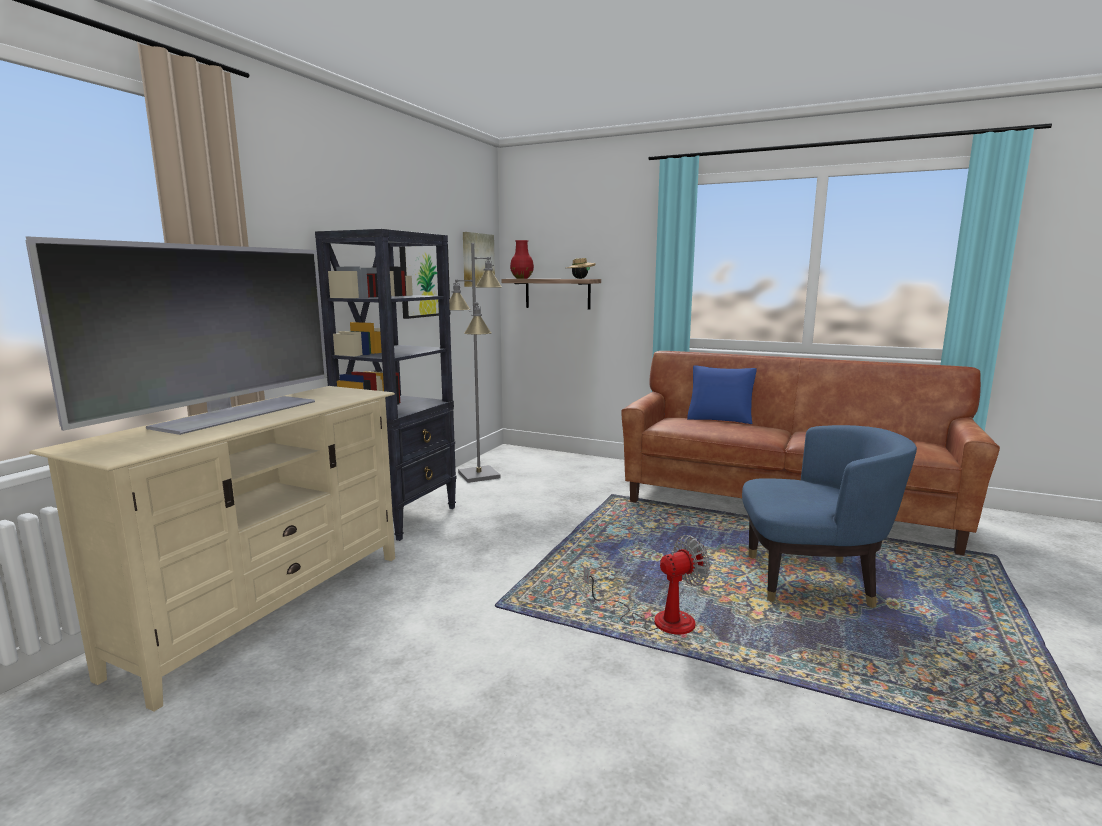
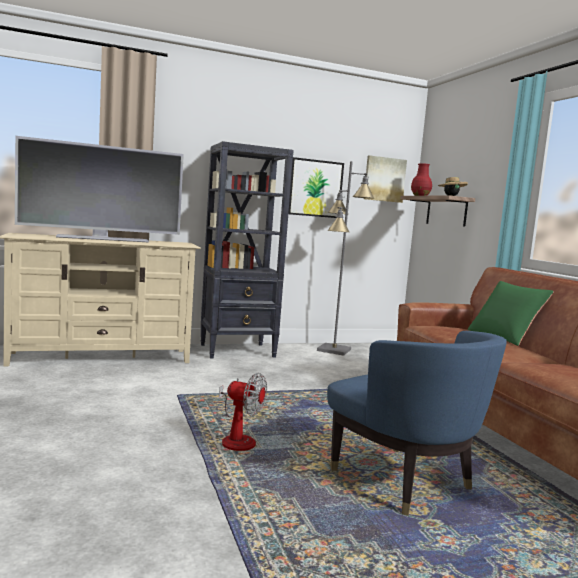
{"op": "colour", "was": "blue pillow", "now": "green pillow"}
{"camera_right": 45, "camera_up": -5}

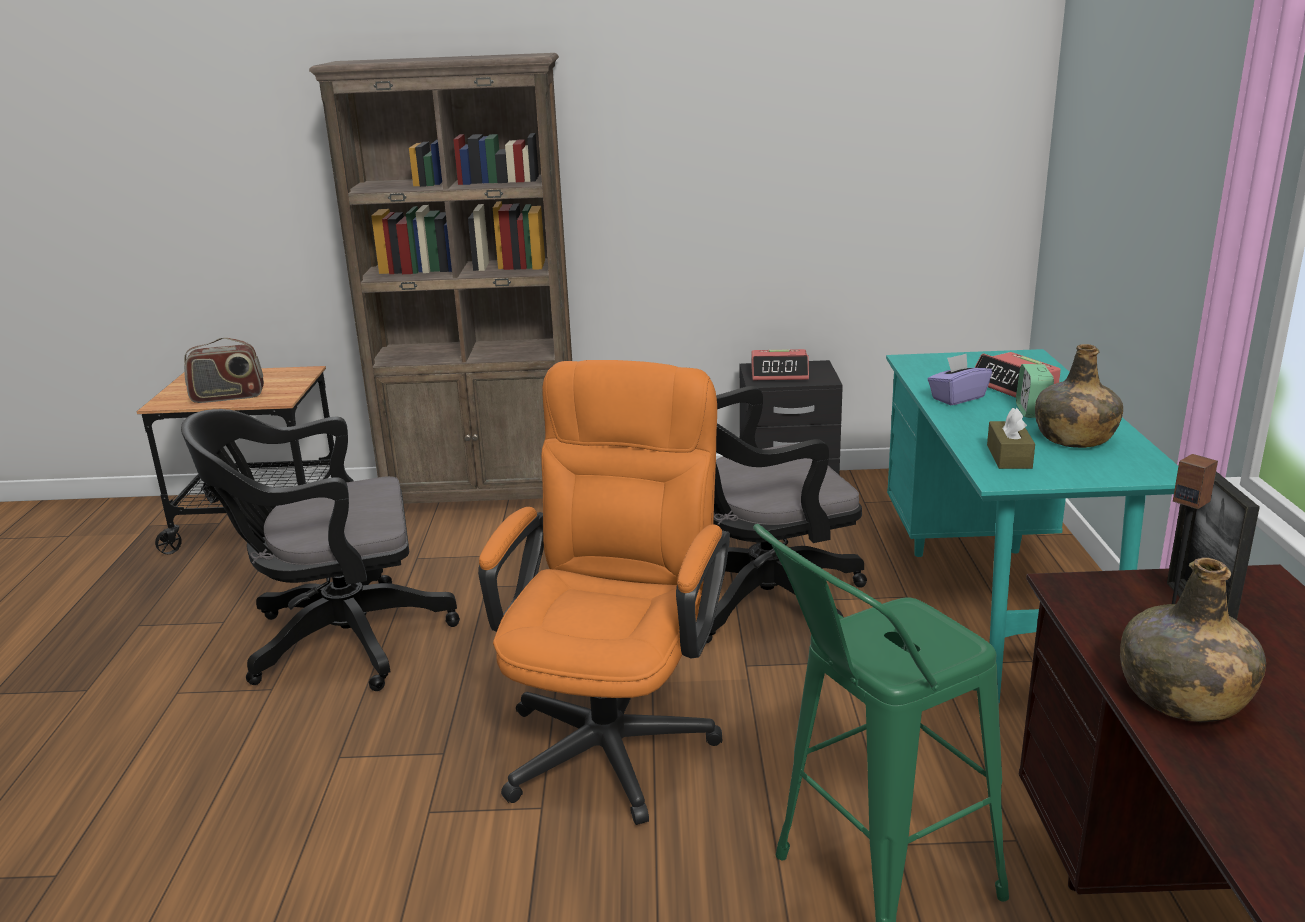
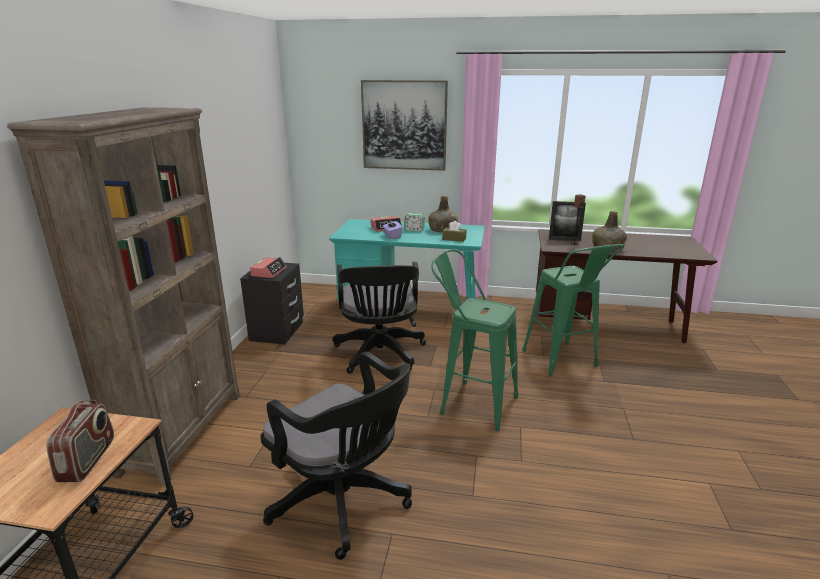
{"op": "exchanged", "was": "orange office chair", "now": "green stool (no. 1 from left)"}
{"op": "spun", "was": "black office chair (no. 1 from left)", "clockwise": -45}
{"op": "appeared", "now": "picture"}
{"camera_right": -80, "camera_up": 0}

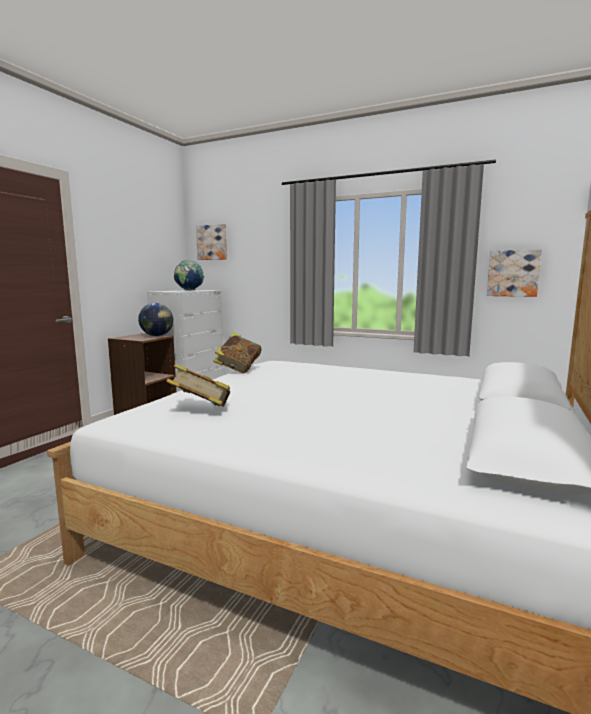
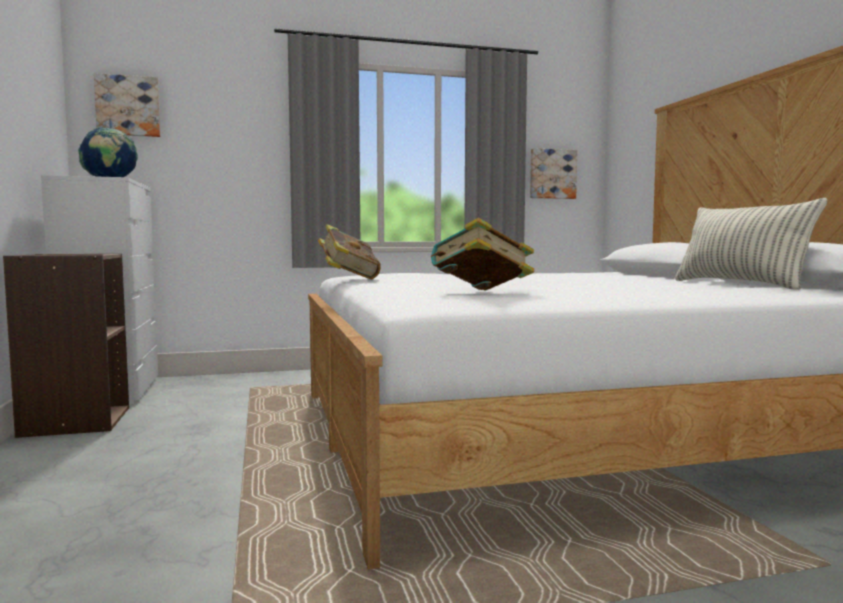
{"op": "missing", "was": "globe (no. 1 from left)"}
{"op": "appeared", "now": "pillow"}
{"camera_right": -40, "camera_up": -5}

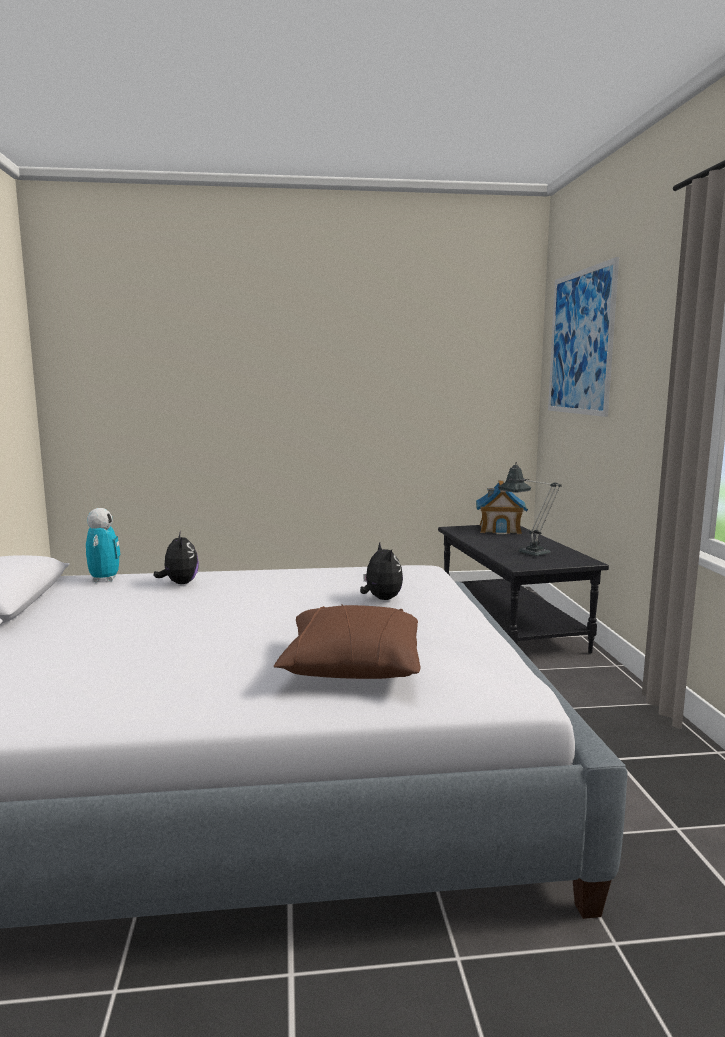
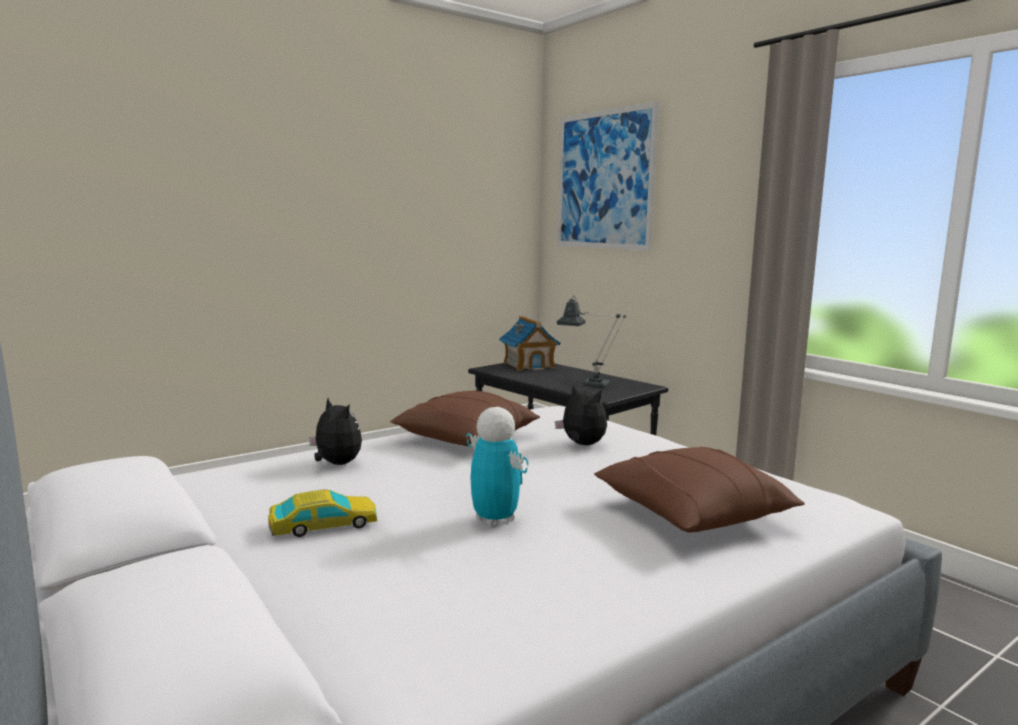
{"op": "relocated", "was": "toy robot"}
{"op": "appeared", "now": "brown pillow (no. 1 from left)"}
{"op": "appeared", "now": "toy car"}
{"camera_right": -30, "camera_up": 0}

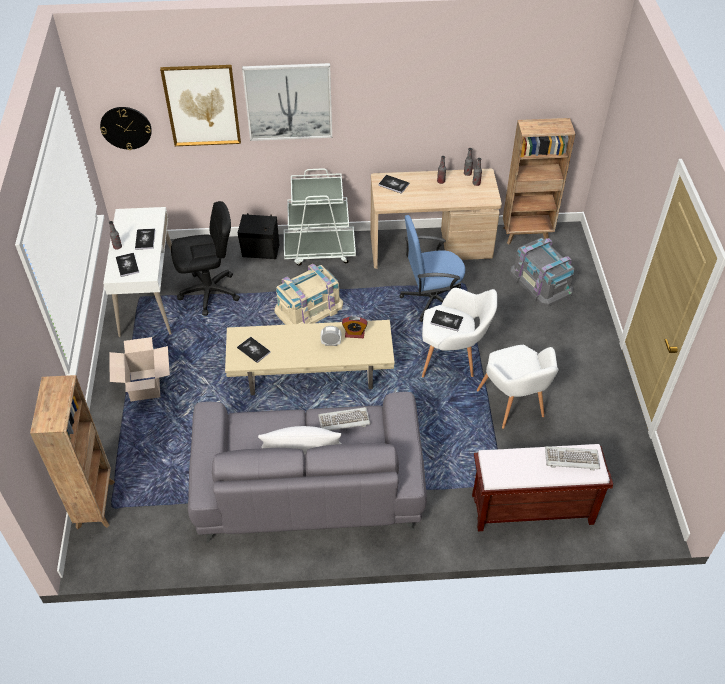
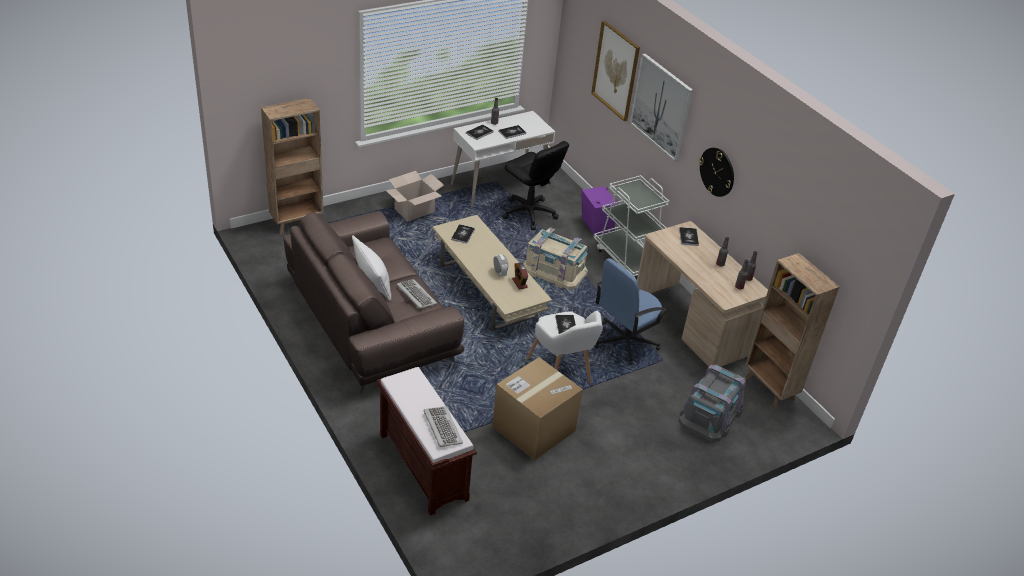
{"op": "relocated", "was": "wall clock"}
{"op": "colour", "was": "black speaker", "now": "purple speaker"}
{"op": "spun", "was": "blue office chair", "clockwise": -90}
{"op": "exchanged", "was": "white armchair (no. 2 from left)", "now": "cardboard box (no. 2 from left)"}
{"op": "colour", "was": "grey sofa", "now": "brown sofa"}
{"camera_right": 60, "camera_up": -10}

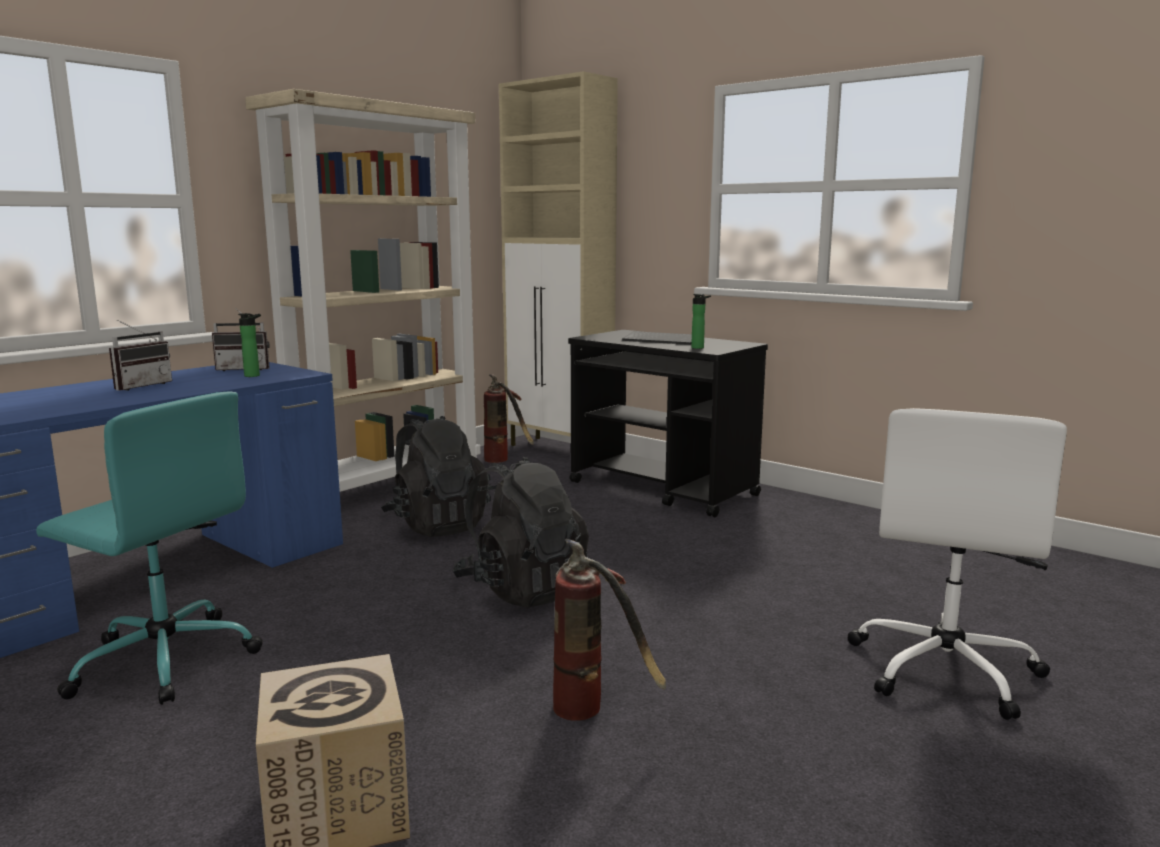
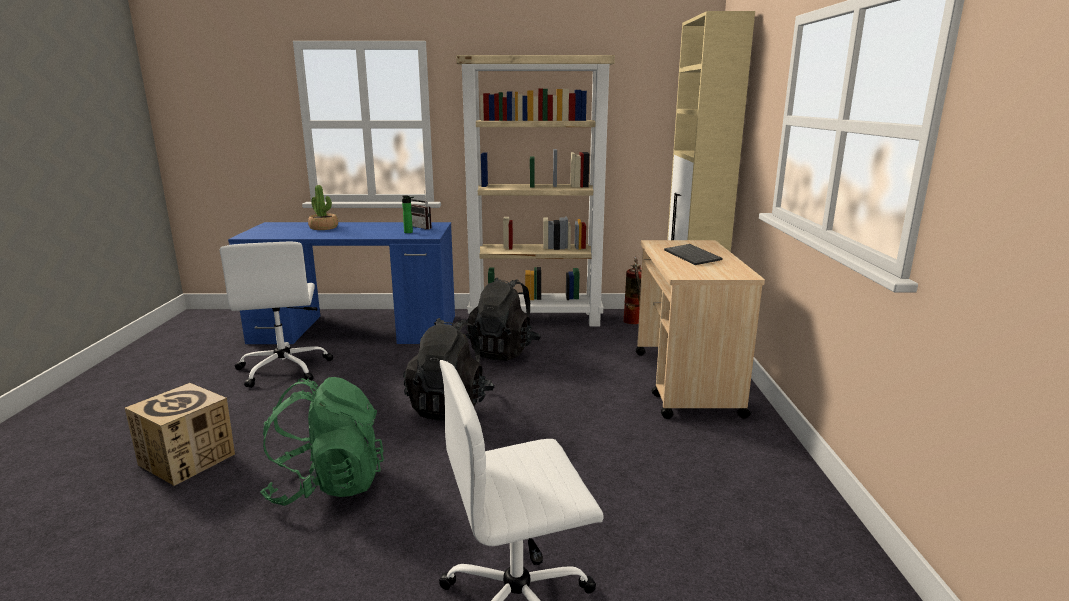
{"op": "missing", "was": "bottle (no. 2 from left)"}
{"op": "missing", "was": "radio (no. 1 from left)"}
{"op": "colour", "was": "black cart", "now": "beige cart"}
{"op": "colour", "was": "turquoise office chair", "now": "white office chair (no. 1 from left)"}
{"op": "exchanged", "was": "fire extinguisher (no. 2 from left)", "now": "green backpack"}
{"op": "appeared", "now": "potted plant"}
{"camera_right": 50, "camera_up": 5}

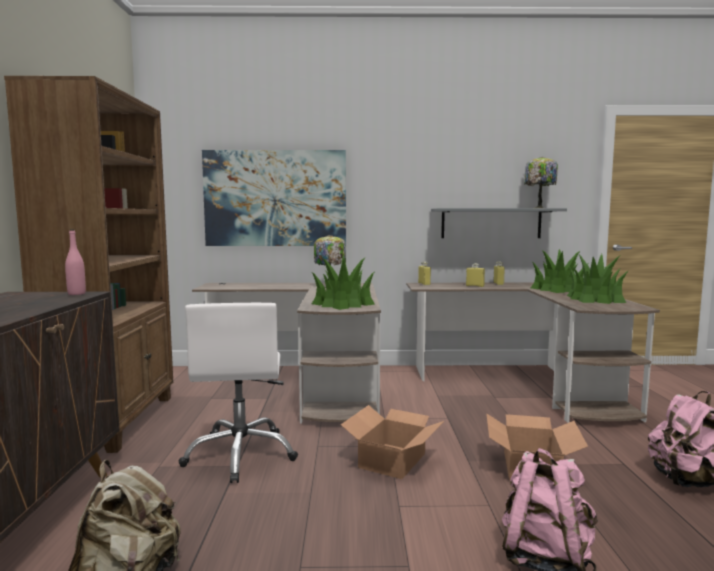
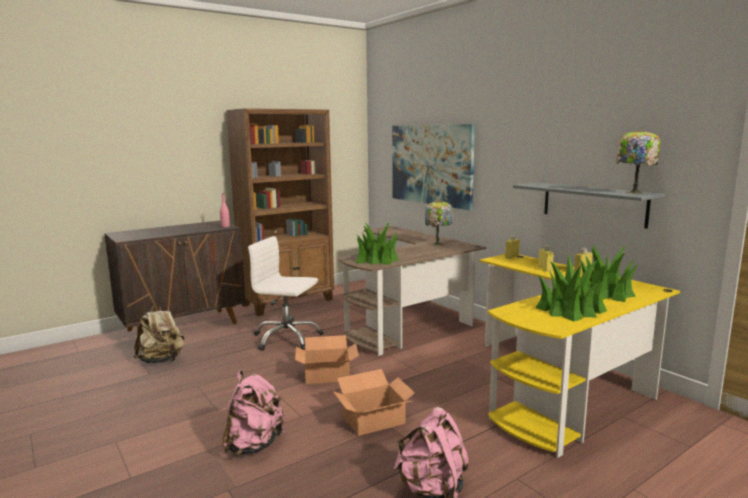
{"op": "colour", "was": "brown desk (no. 2 from left)", "now": "yellow desk"}
{"op": "spun", "was": "white office chair", "clockwise": 60}
{"camera_right": 55, "camera_up": 5}

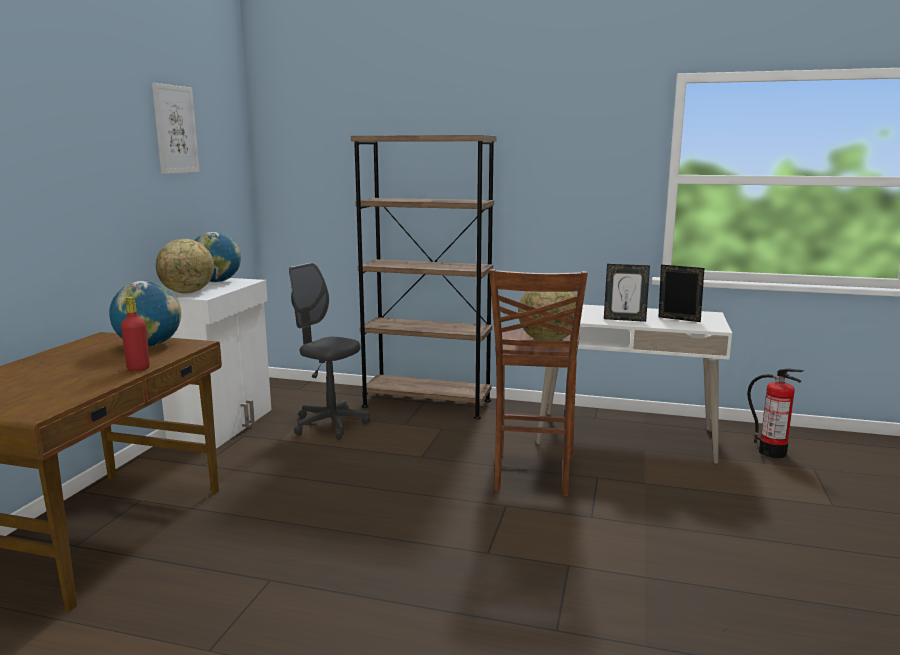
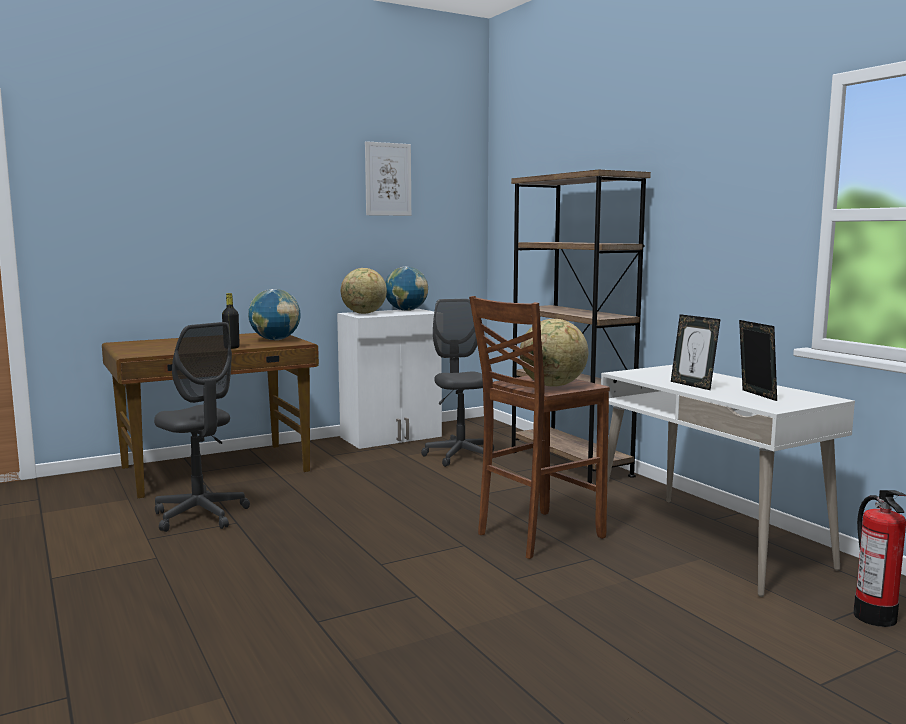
{"op": "colour", "was": "red bottle", "now": "black bottle"}
{"op": "appeared", "now": "grey office chair (no. 1 from left)"}
{"camera_right": 45, "camera_up": -5}

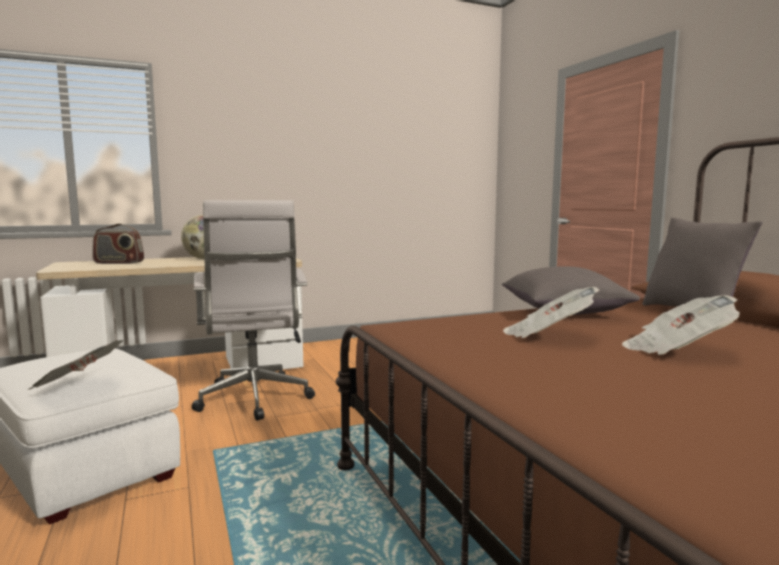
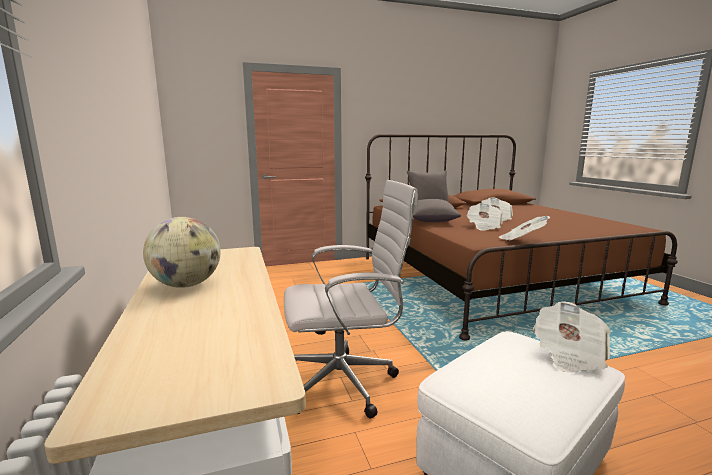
{"op": "missing", "was": "radio"}
{"op": "appeared", "now": "newspaper (no. 3 from left)"}
{"camera_right": -85, "camera_up": 5}

